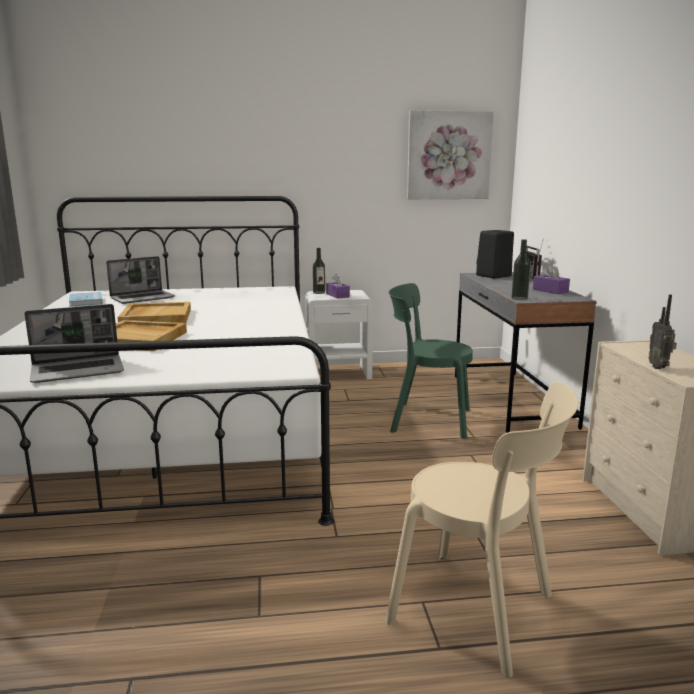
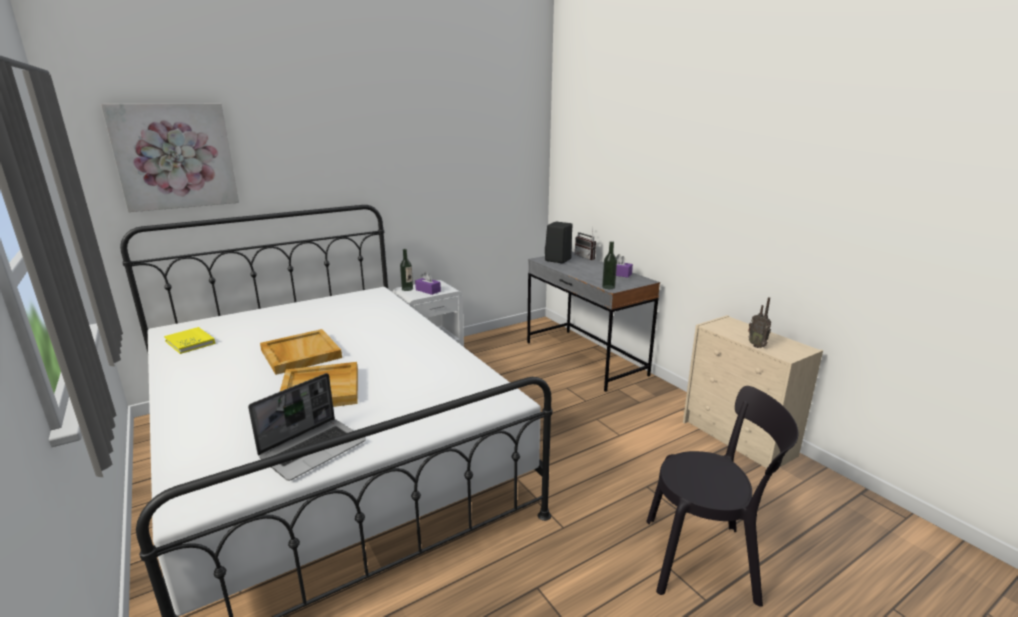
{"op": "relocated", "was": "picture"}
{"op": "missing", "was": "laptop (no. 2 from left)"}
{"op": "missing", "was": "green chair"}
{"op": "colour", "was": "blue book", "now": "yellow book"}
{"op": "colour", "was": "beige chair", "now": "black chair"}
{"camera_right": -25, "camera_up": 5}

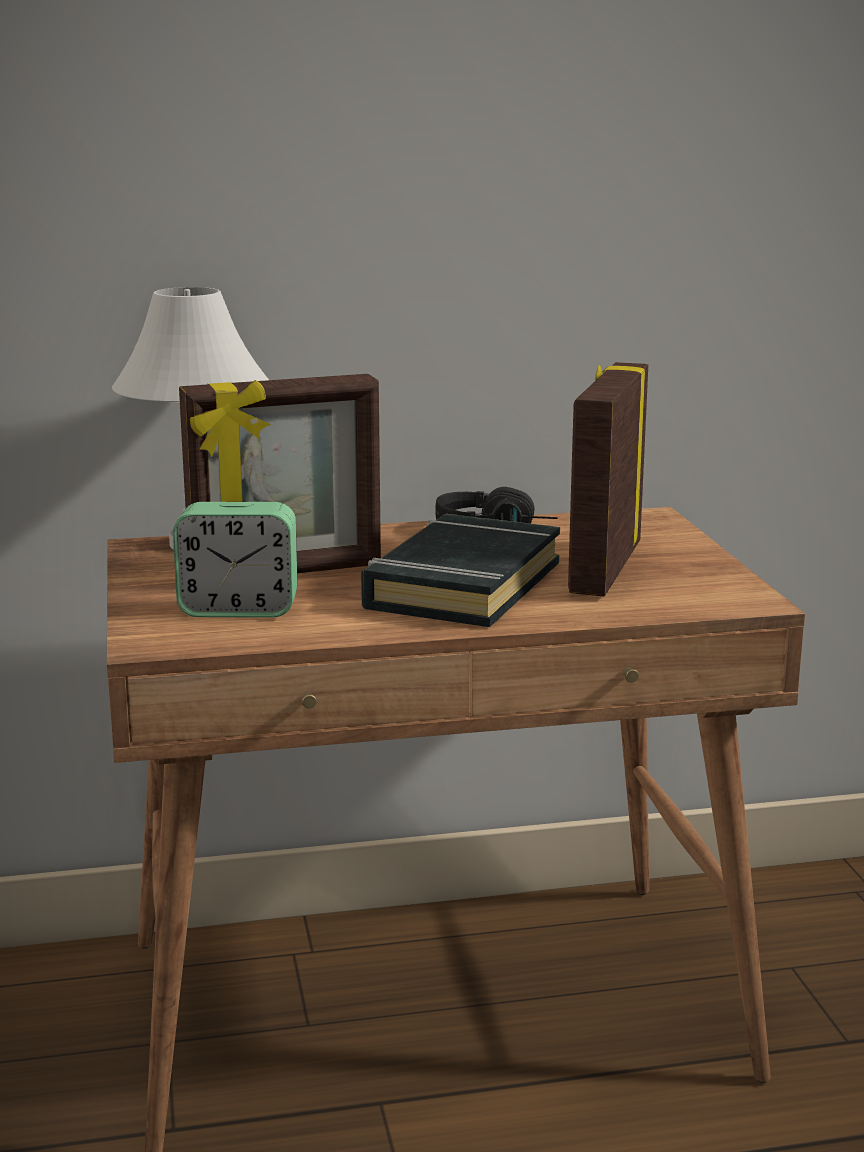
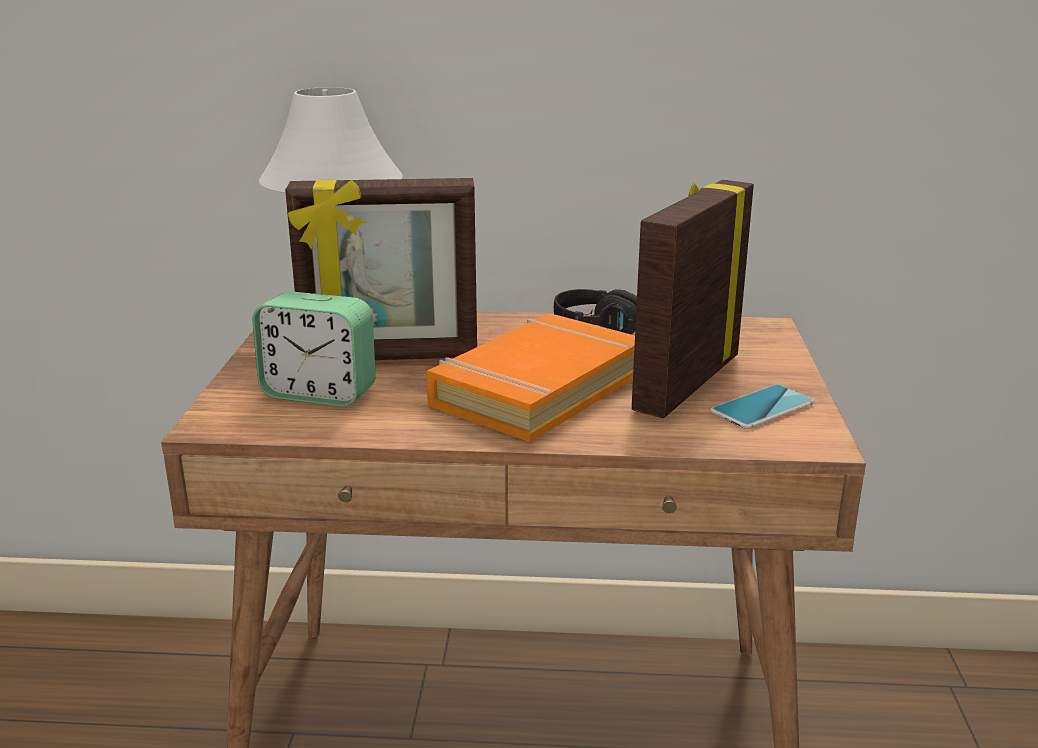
{"op": "colour", "was": "black book", "now": "orange book"}
{"op": "appeared", "now": "phone"}
{"camera_right": 15, "camera_up": 5}

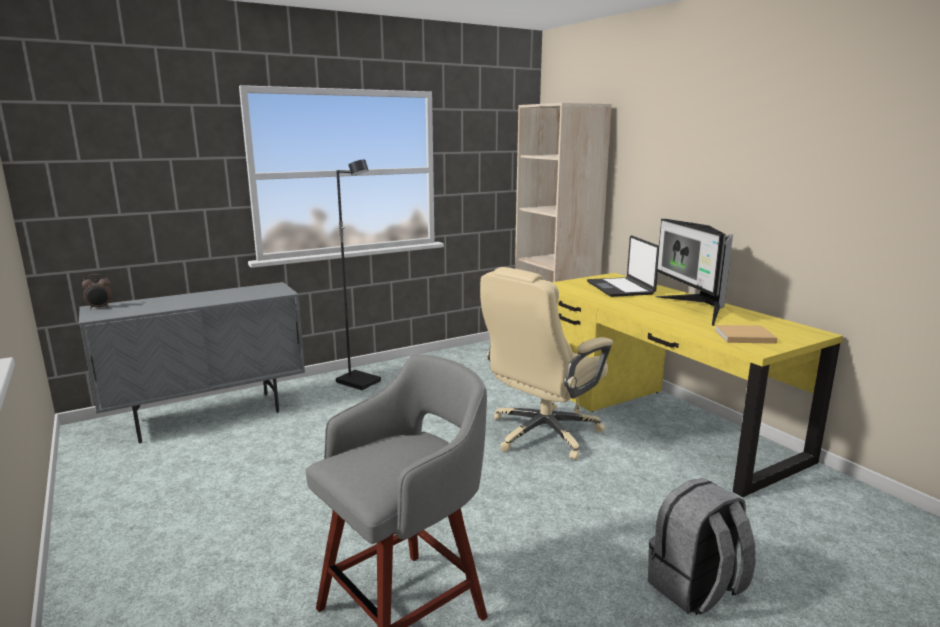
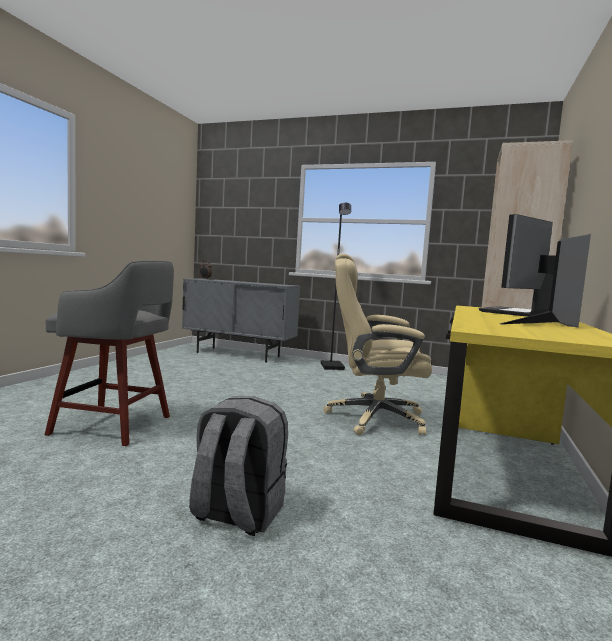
{"op": "missing", "was": "beige book"}
{"camera_right": 50, "camera_up": -10}

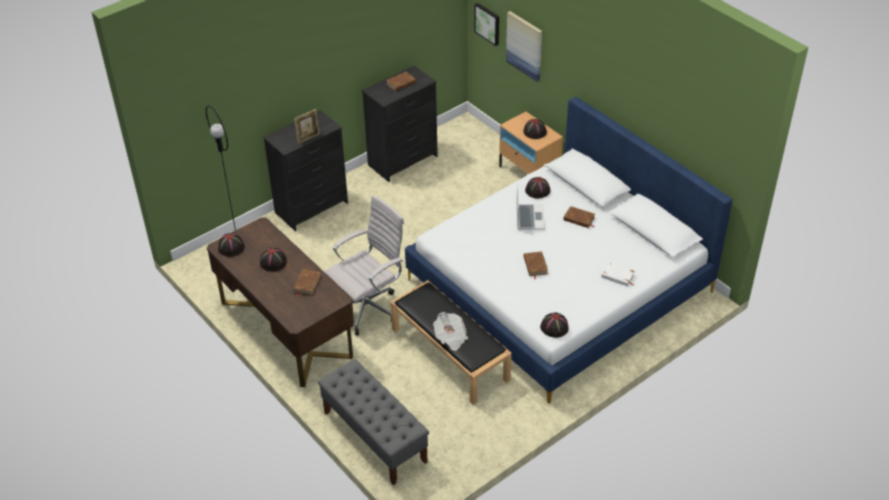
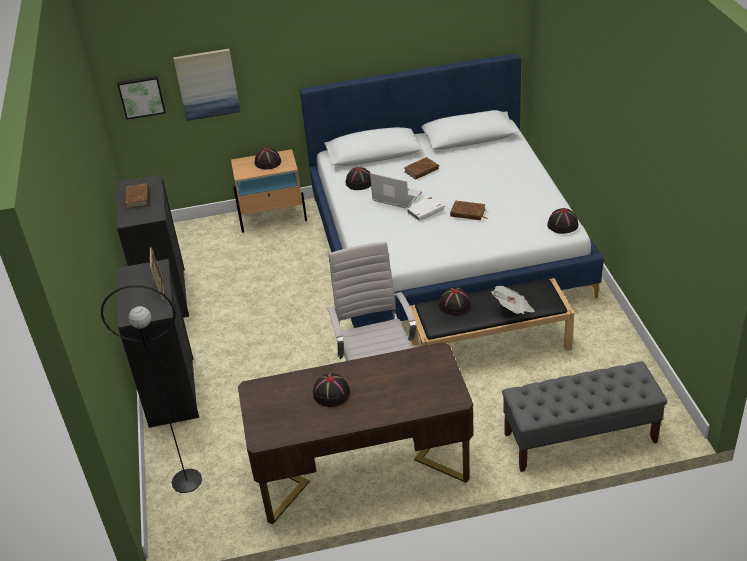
{"op": "relocated", "was": "black hat (no. 1 from left in the first image)", "now": "black hat (no. 4 from left)"}
{"op": "relocated", "was": "white book"}
{"op": "missing", "was": "brown book (no. 1 from left)"}
{"camera_right": -60, "camera_up": -5}

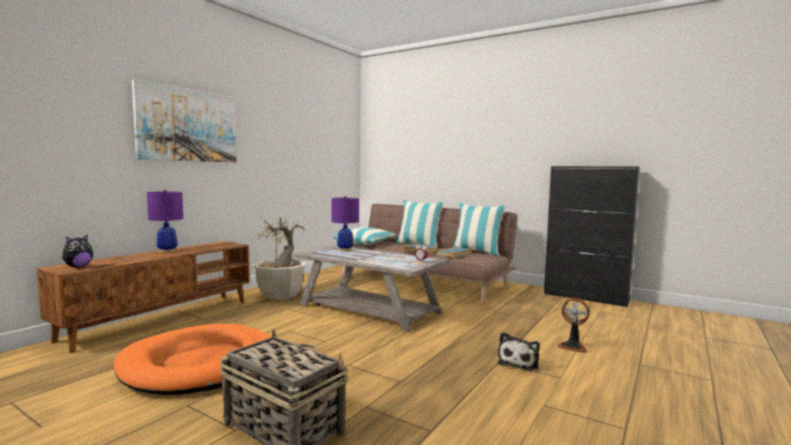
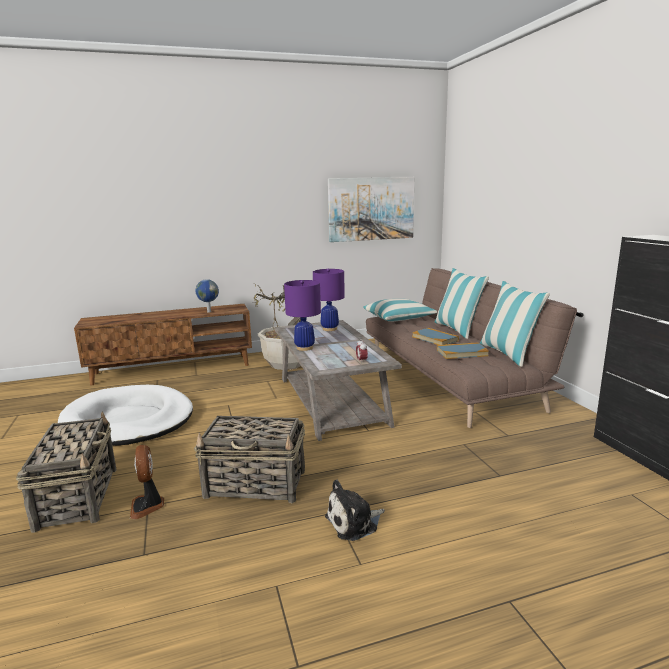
{"op": "relocated", "was": "picture"}
{"op": "relocated", "was": "purple table lamp (no. 1 from left)"}
{"op": "missing", "was": "plush toy (no. 1 from left)"}
{"op": "relocated", "was": "fan"}
{"op": "colour", "was": "orange dog bed", "now": "white dog bed"}
{"op": "appeared", "now": "globe"}
{"op": "appeared", "now": "basket (no. 2 from left)"}
{"camera_right": 40, "camera_up": 10}

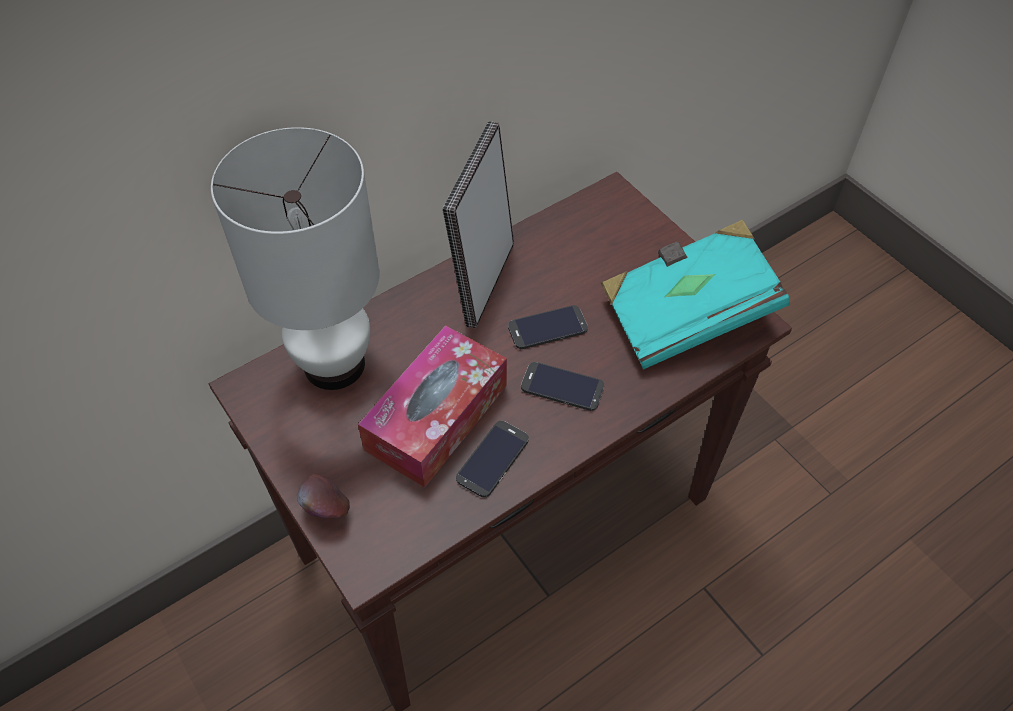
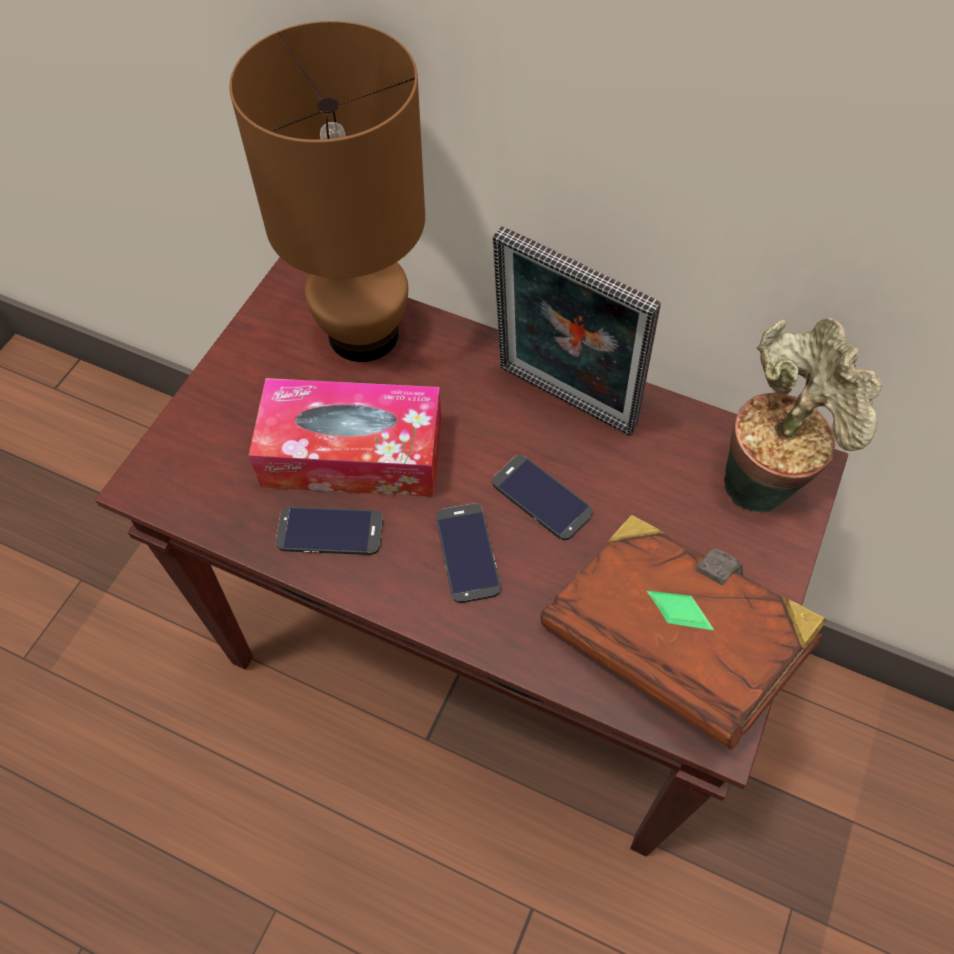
{"op": "spun", "was": "picture frame", "clockwise": -135}
{"op": "colour", "was": "white table lamp", "now": "brown table lamp"}
{"op": "colour", "was": "turquoise book", "now": "brown book"}
{"op": "missing", "was": "apple"}
{"op": "appeared", "now": "potted plant"}
{"camera_right": 60, "camera_up": 5}

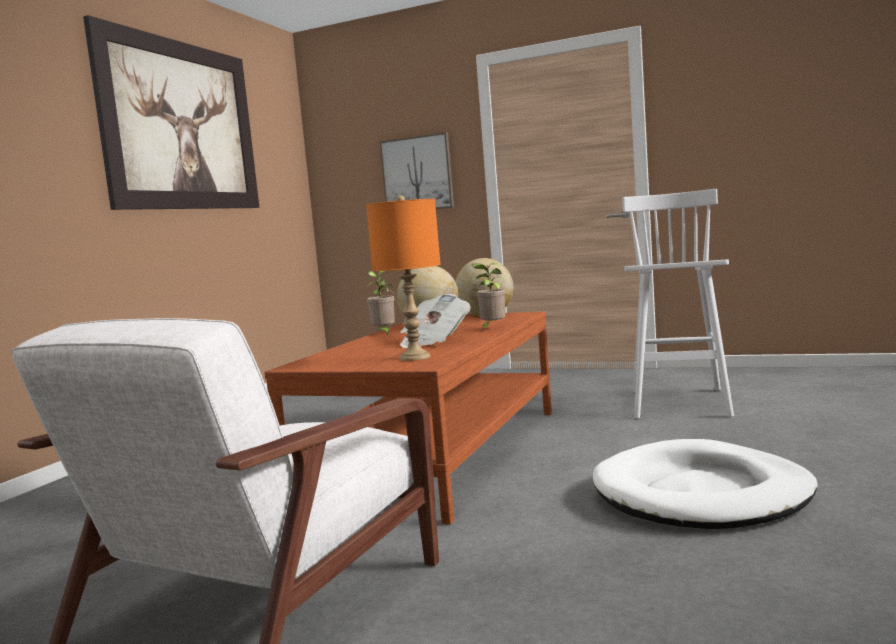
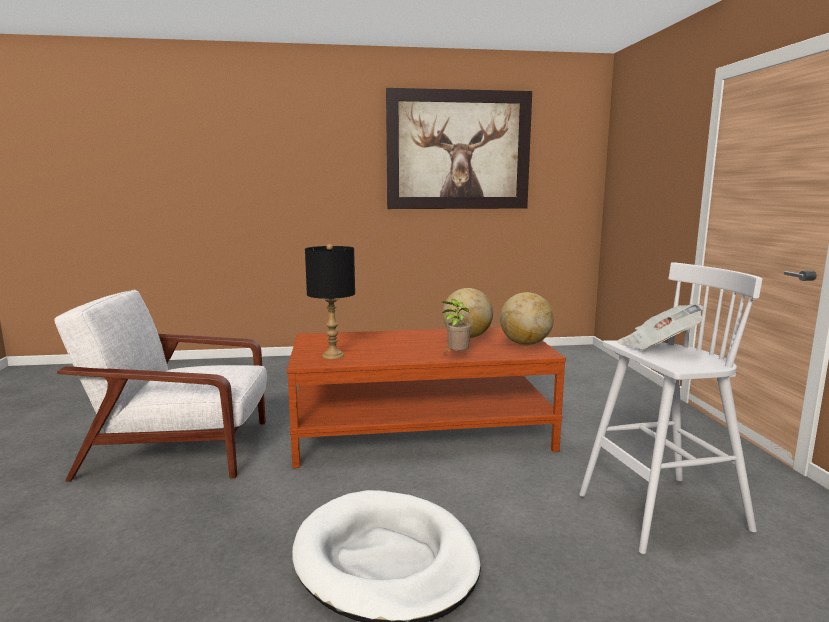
{"op": "missing", "was": "picture (no. 2 from left)"}
{"op": "colour", "was": "orange table lamp", "now": "black table lamp"}
{"op": "missing", "was": "potted plant (no. 1 from left)"}
{"op": "relocated", "was": "newspaper"}
{"camera_right": 60, "camera_up": 5}

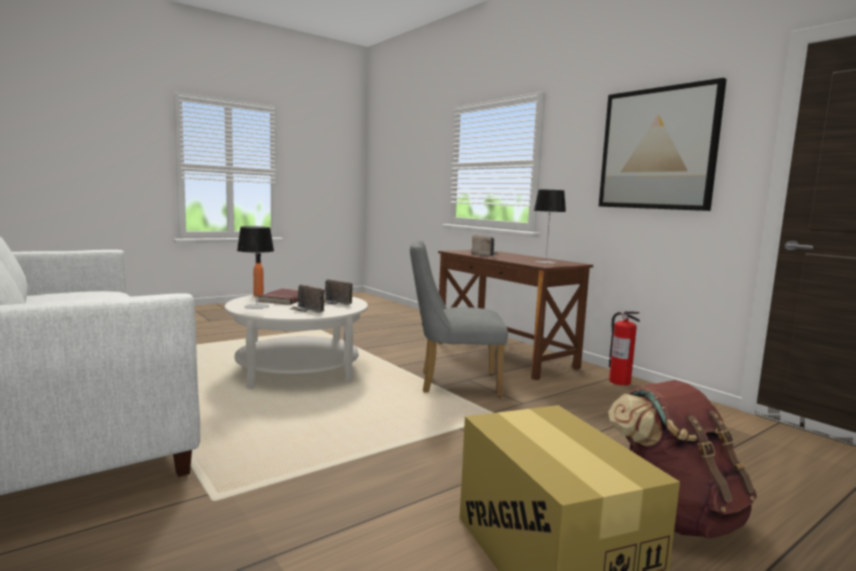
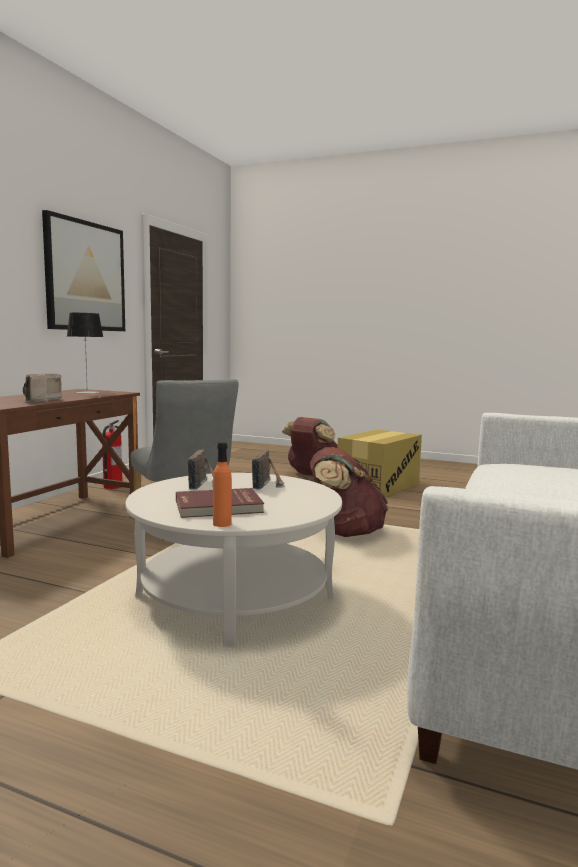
{"op": "missing", "was": "table lamp (no. 1 from left)"}
{"op": "appeared", "now": "brown backpack (no. 2 from left)"}
{"camera_right": -120, "camera_up": 0}

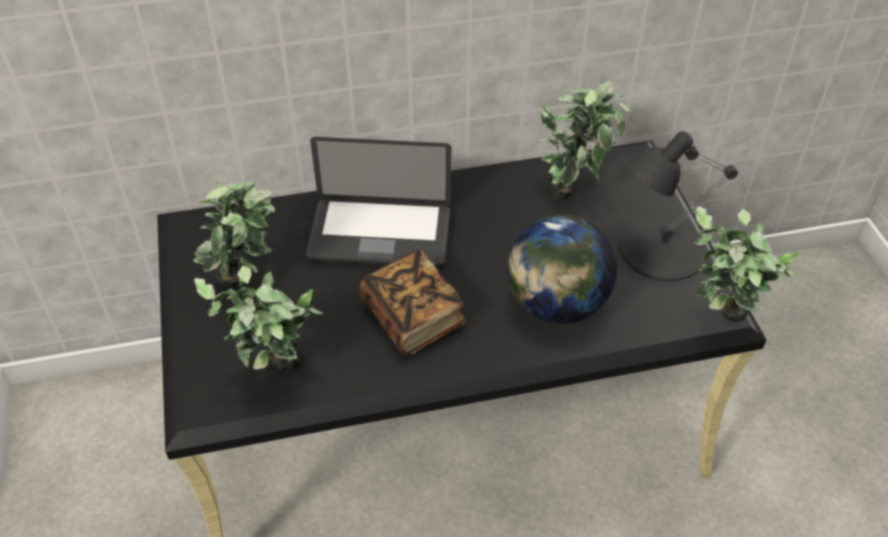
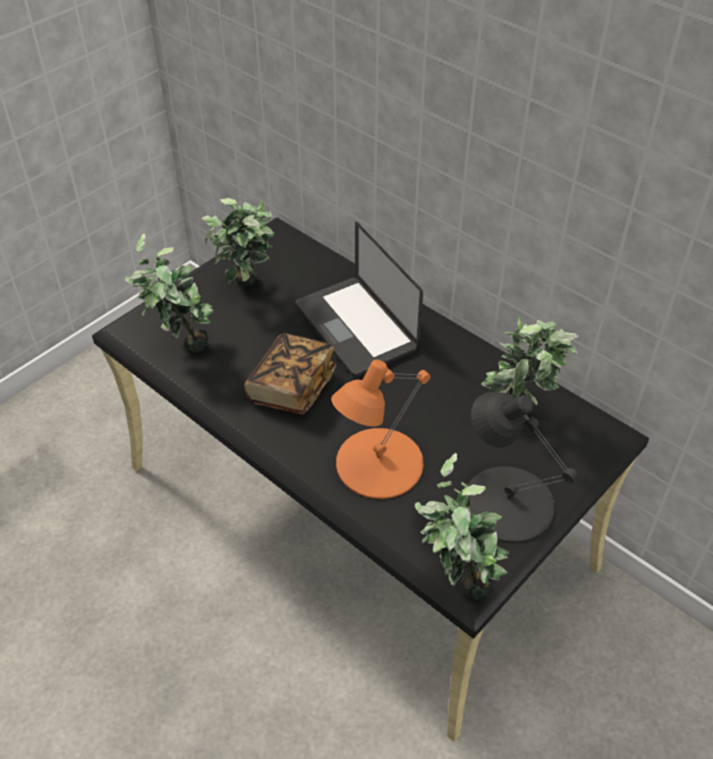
{"op": "exchanged", "was": "globe", "now": "orange table lamp"}
{"camera_right": 55, "camera_up": 0}

